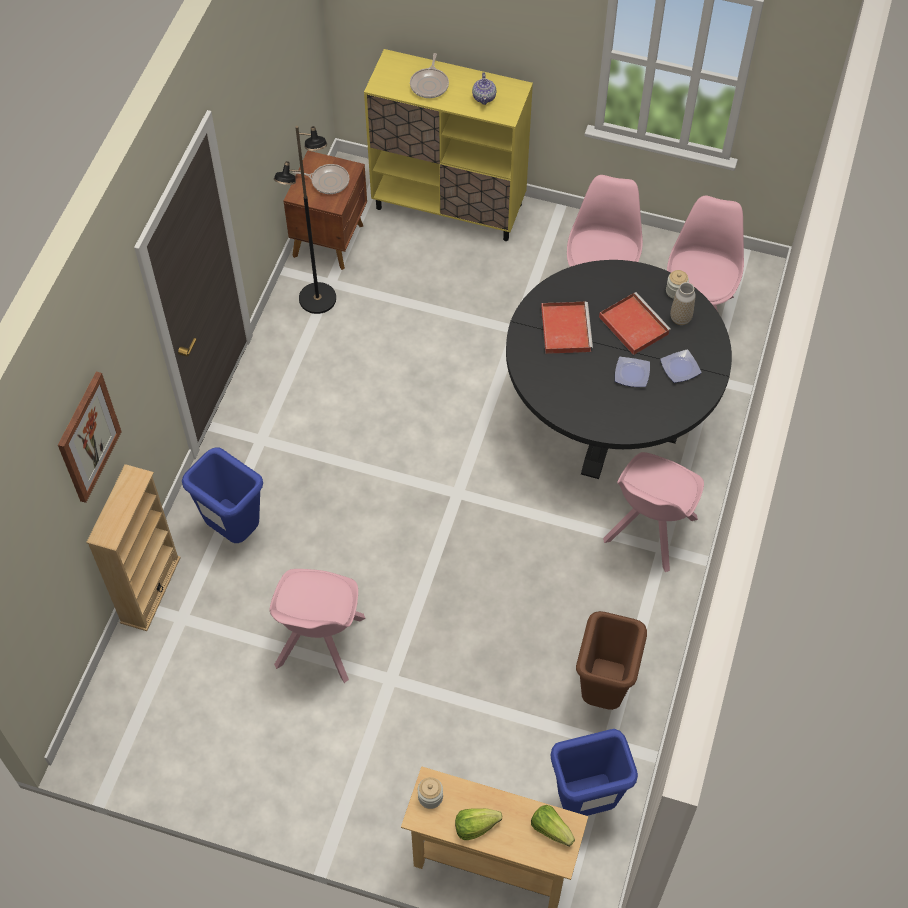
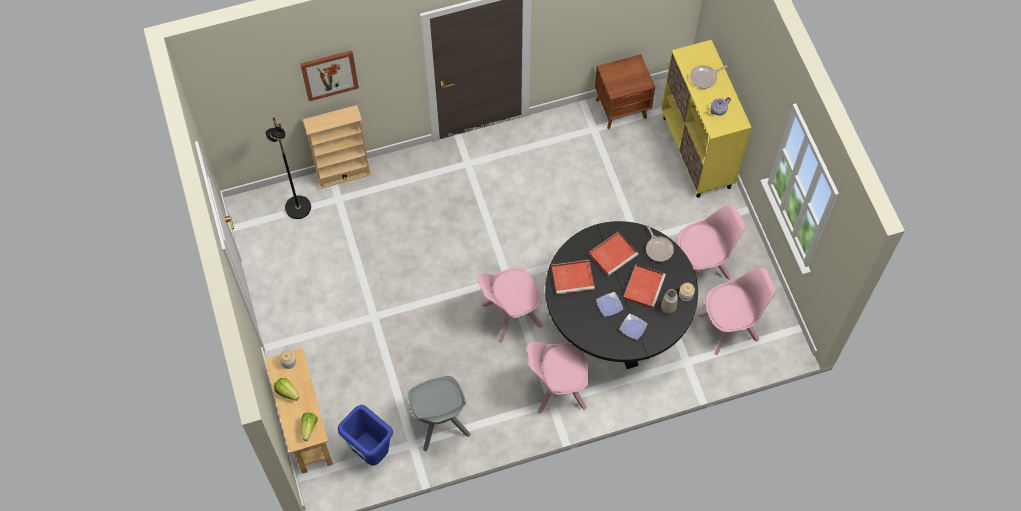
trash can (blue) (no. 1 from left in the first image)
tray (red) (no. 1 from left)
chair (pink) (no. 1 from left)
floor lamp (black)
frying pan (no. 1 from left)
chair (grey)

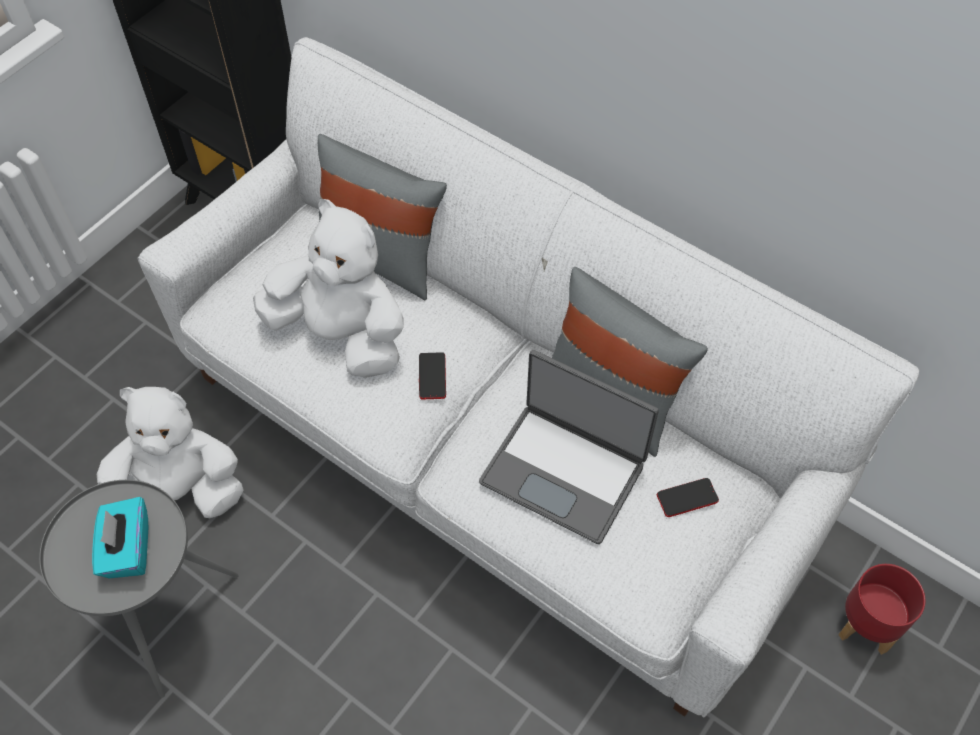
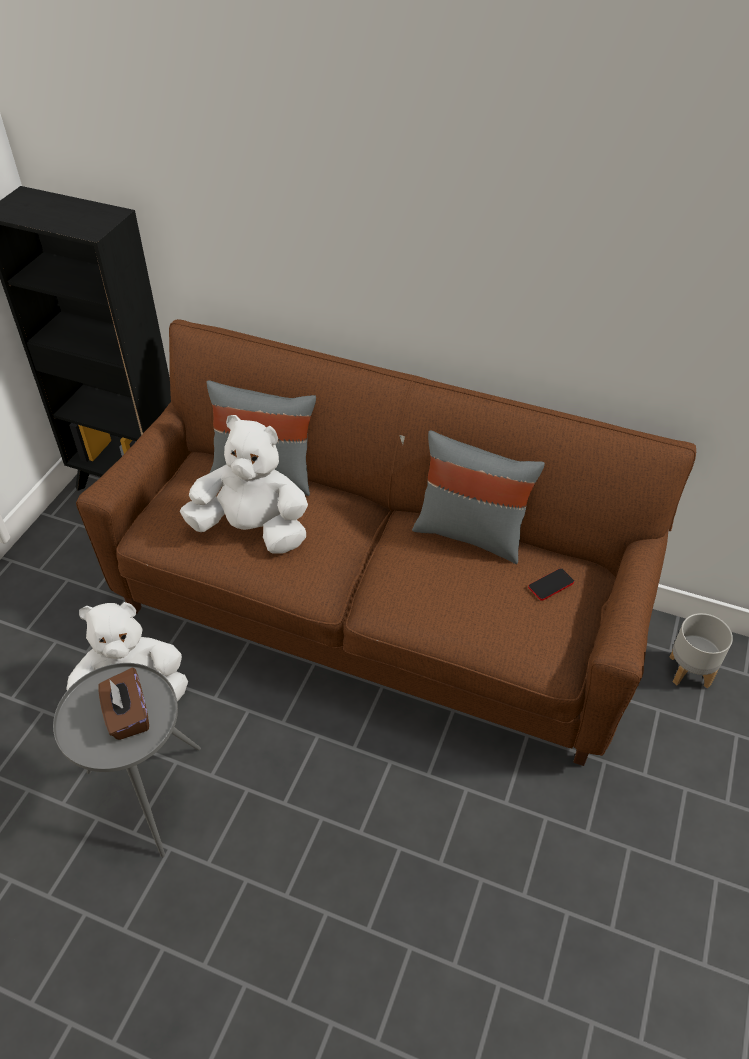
phone (no. 1 from left in the first image)
laptop
tissue box (brown)
sofa (brown)
planter (grey)

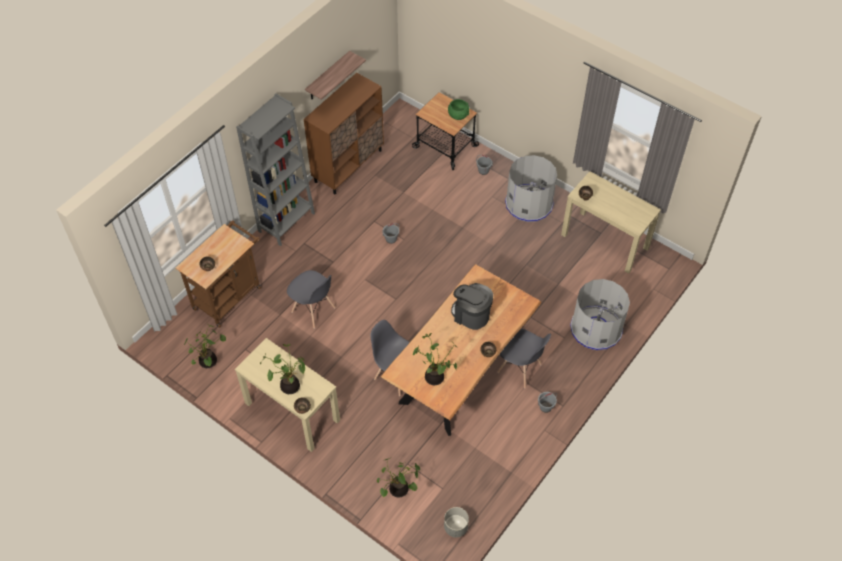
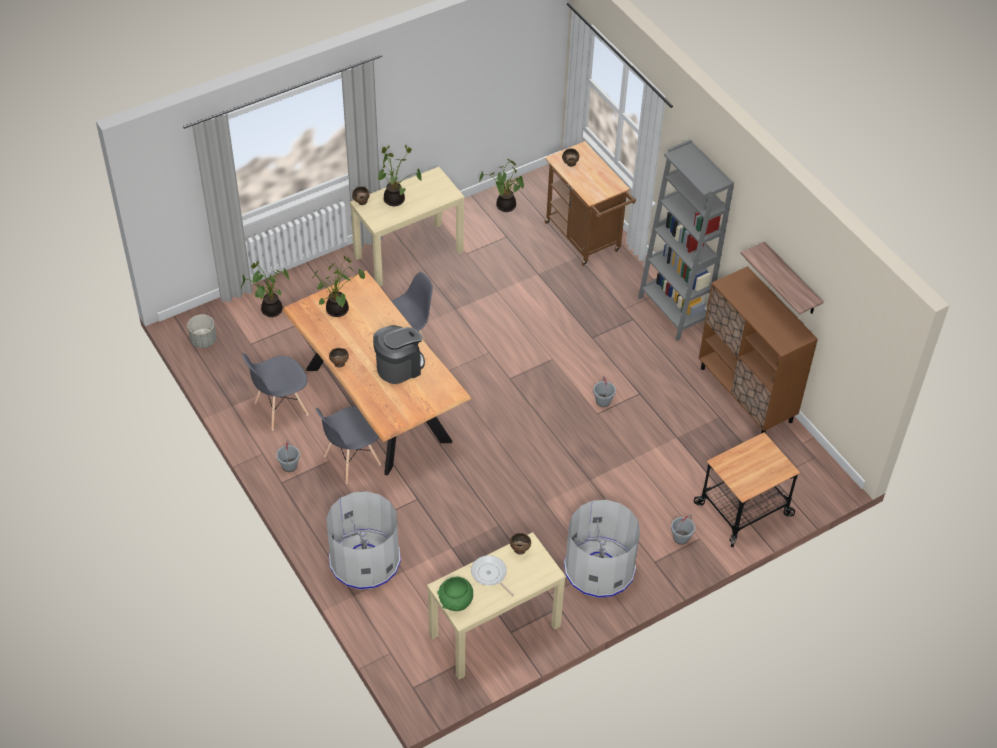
frying pan
chair (grey) (no. 1 from left)
bowl (green)

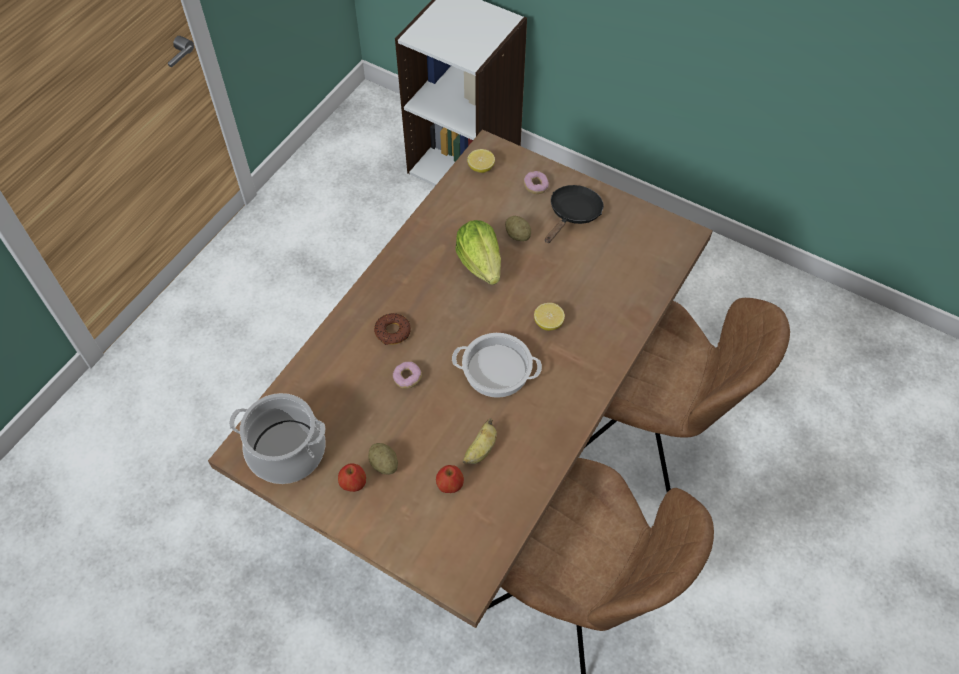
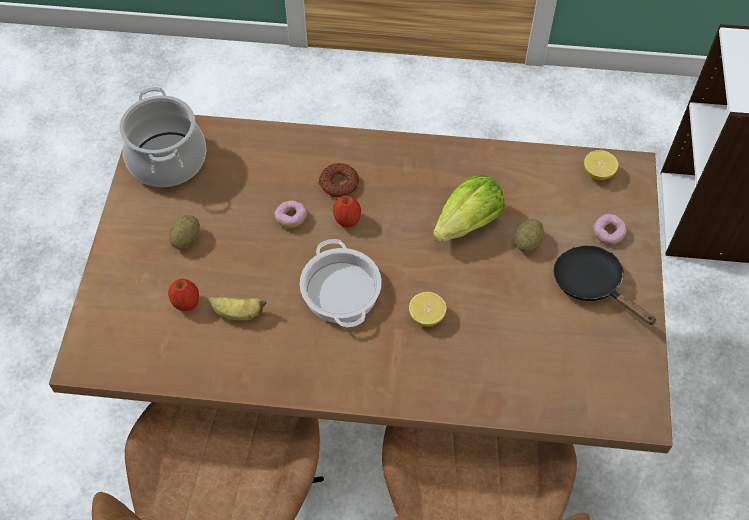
apple (no. 2 from left)
frying pan (black)

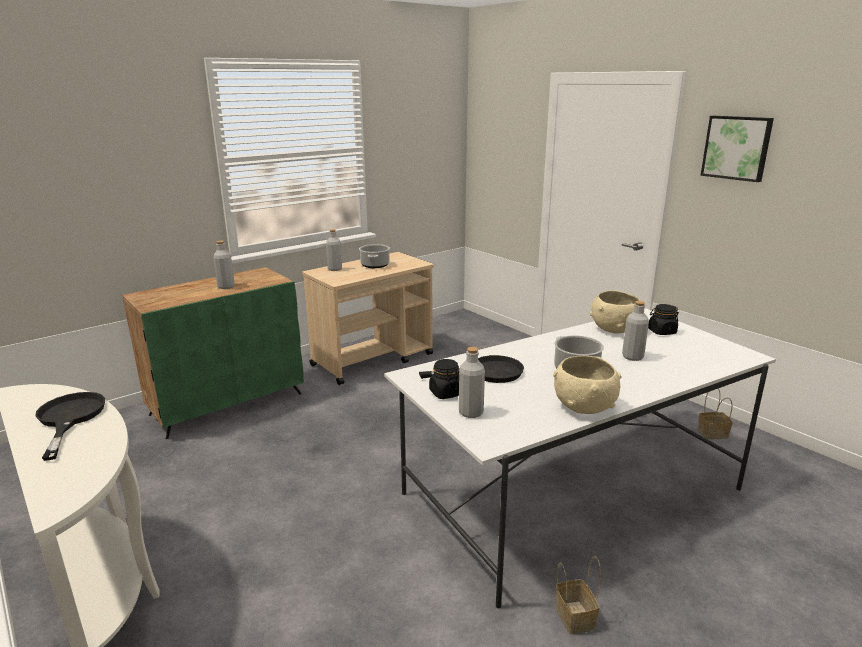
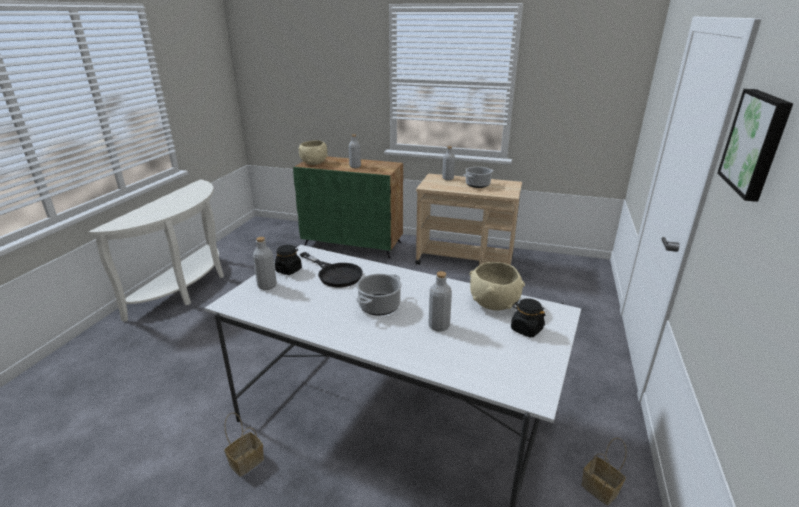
frying pan (black) (no. 1 from left in the first image)
bowl (beige) (no. 1 from left)

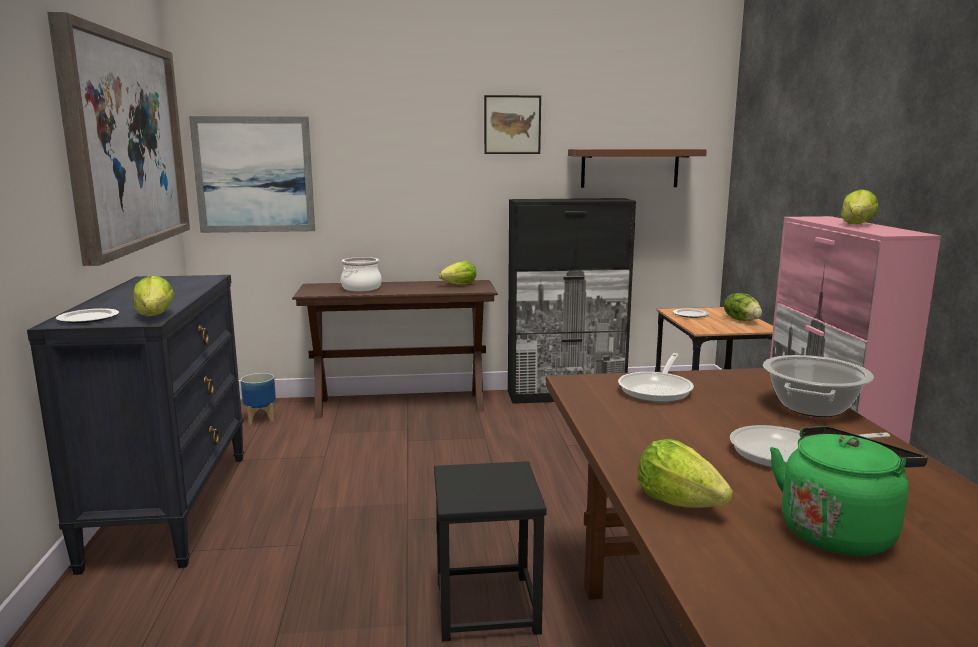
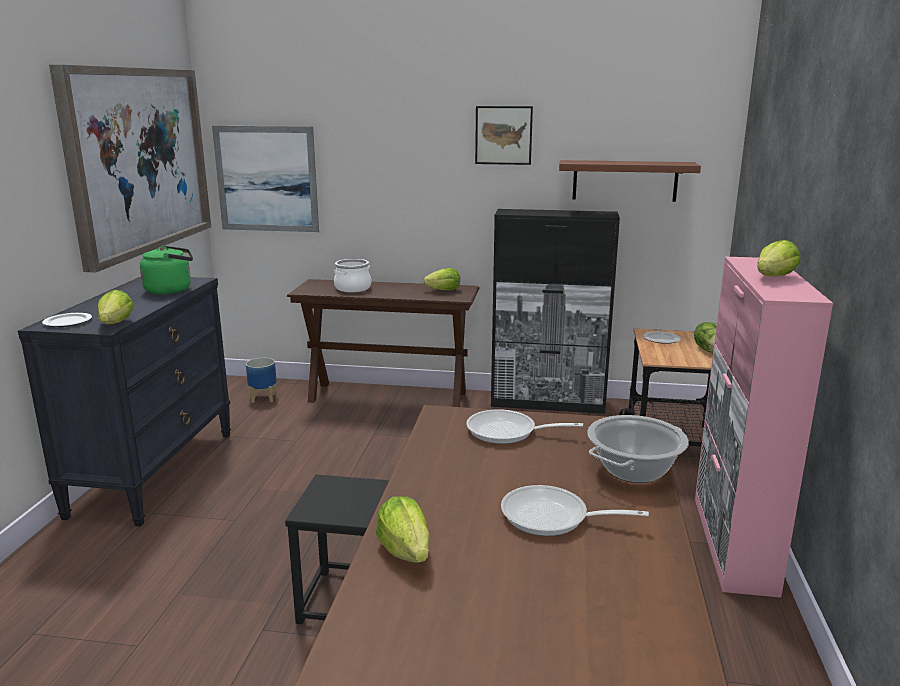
kettle (green)
frying pan (no. 1 from left)

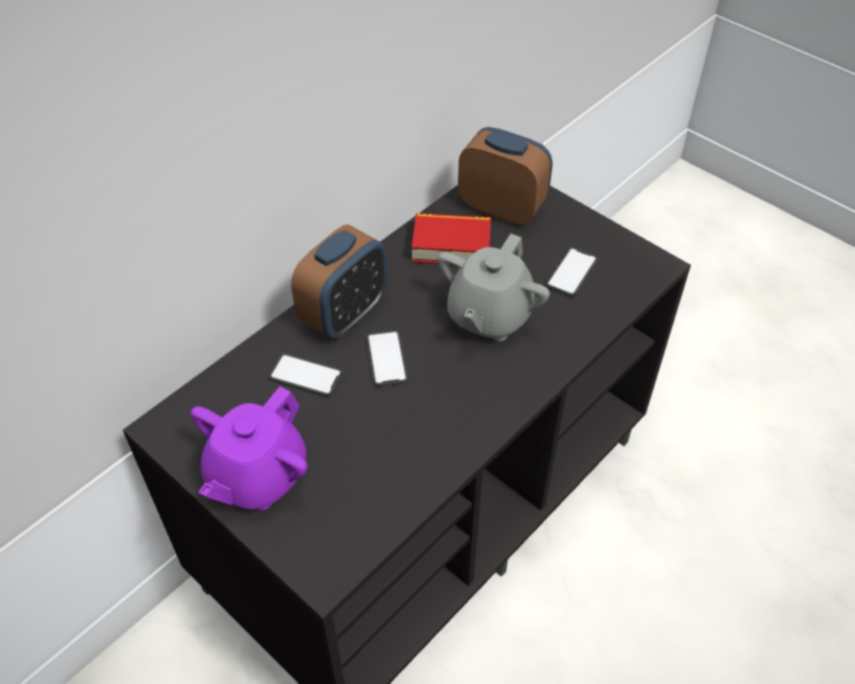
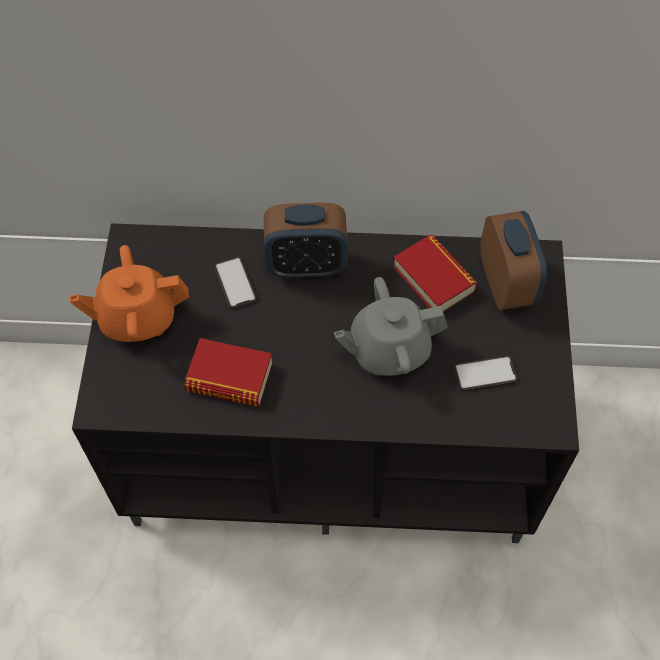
phone (no. 2 from left in the first image)
book (no. 1 from left)
teapot (orange)

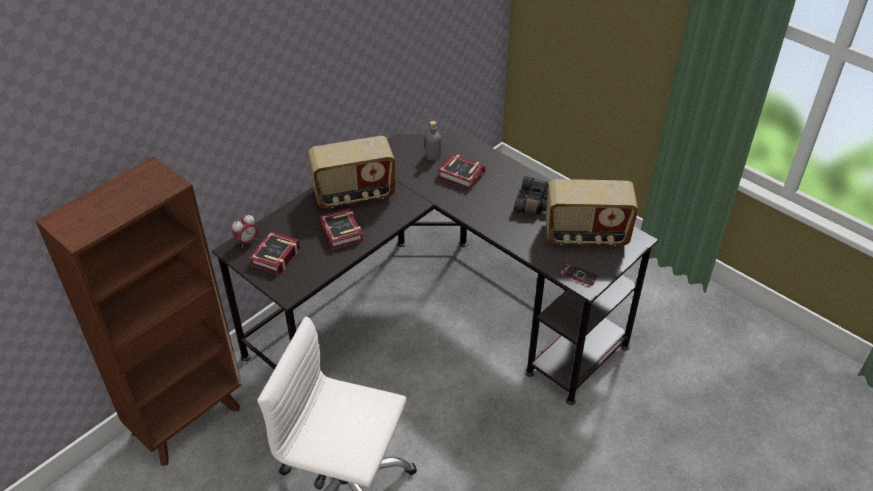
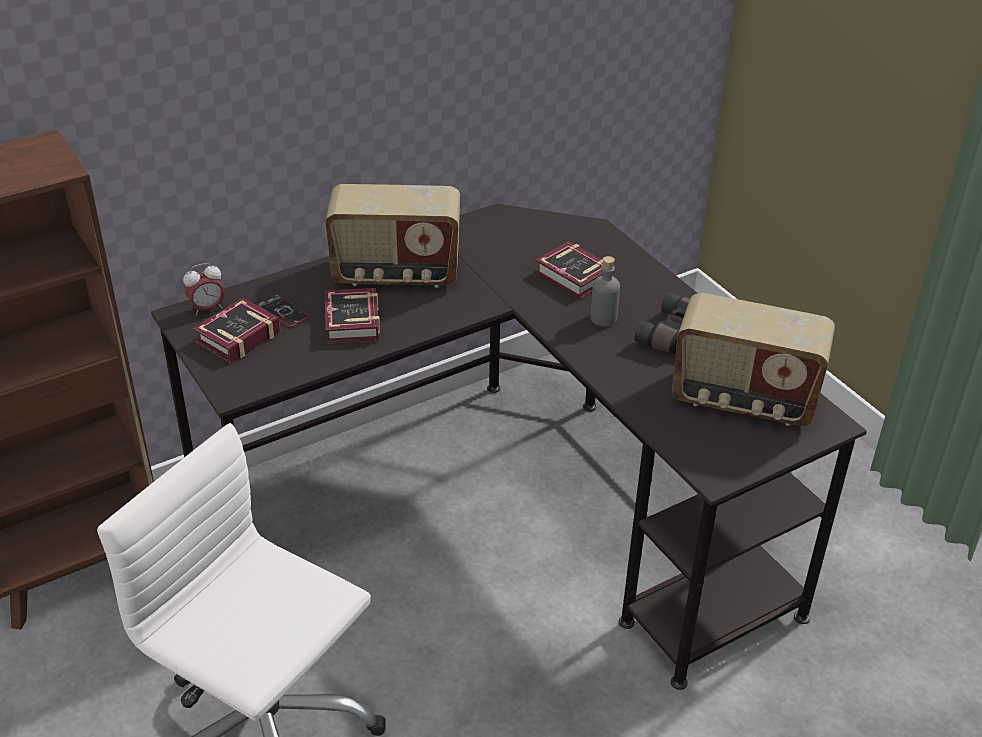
bottle (grey)
phone

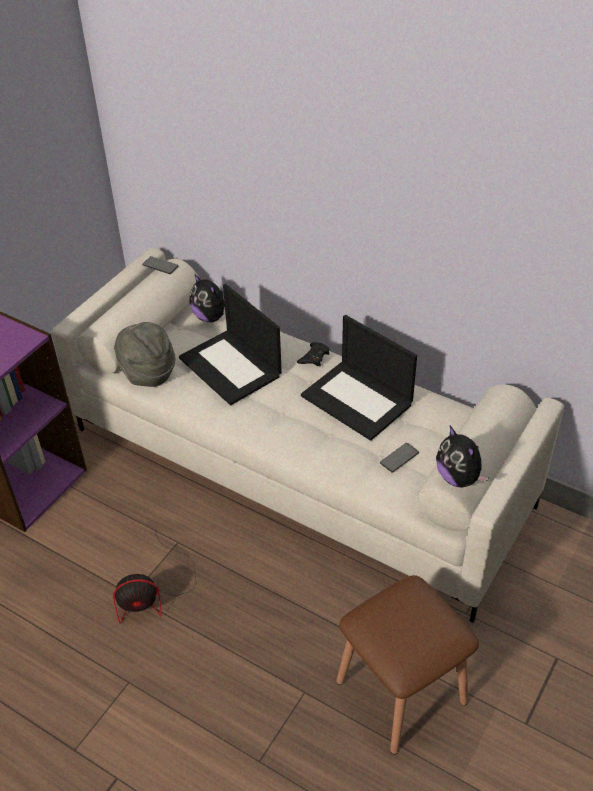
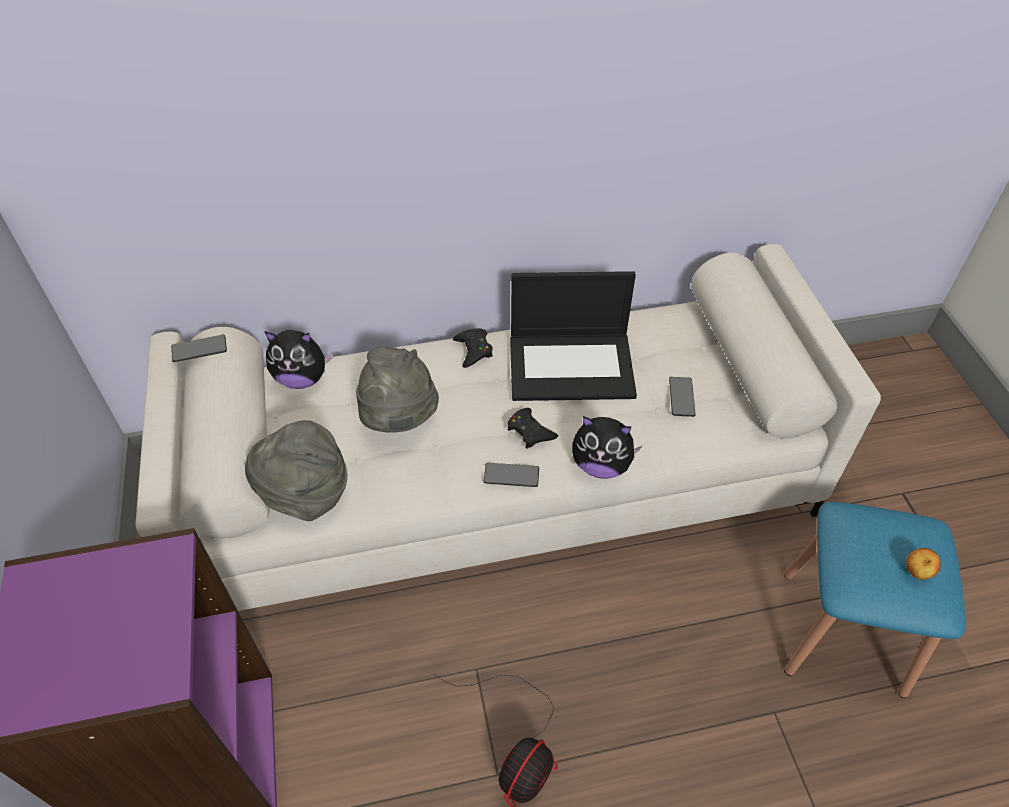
phone (no. 2 from left)
game controller (black) (no. 2 from left)
apple
plush toy (no. 2 from left)
hat (grey) (no. 2 from left)
stool (blue)

